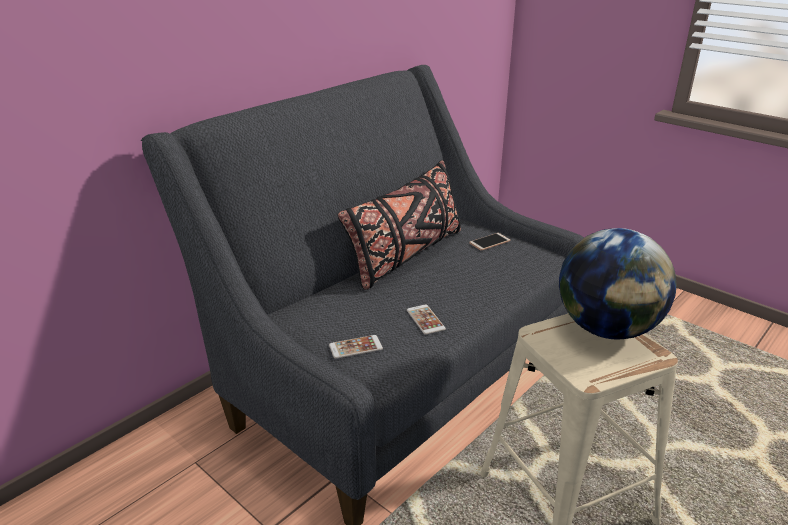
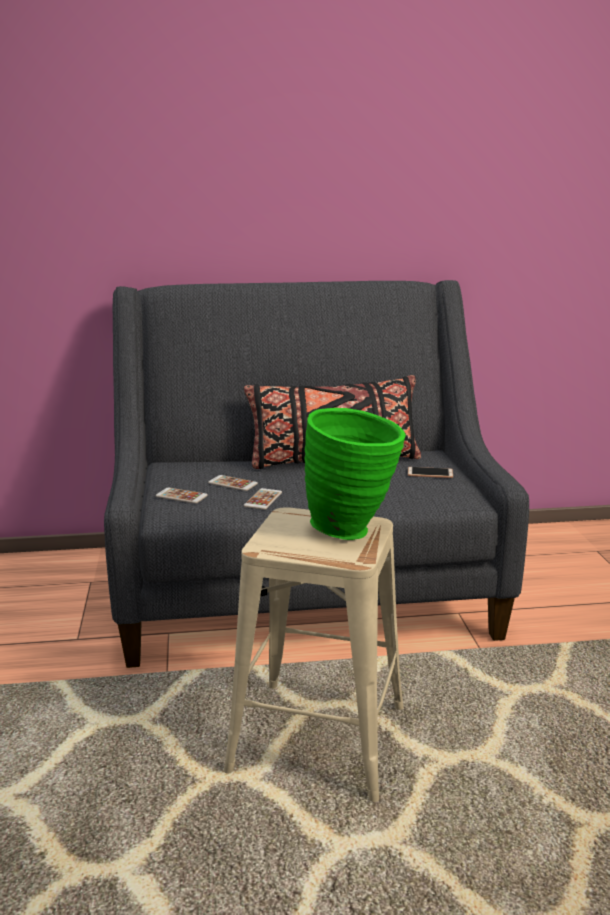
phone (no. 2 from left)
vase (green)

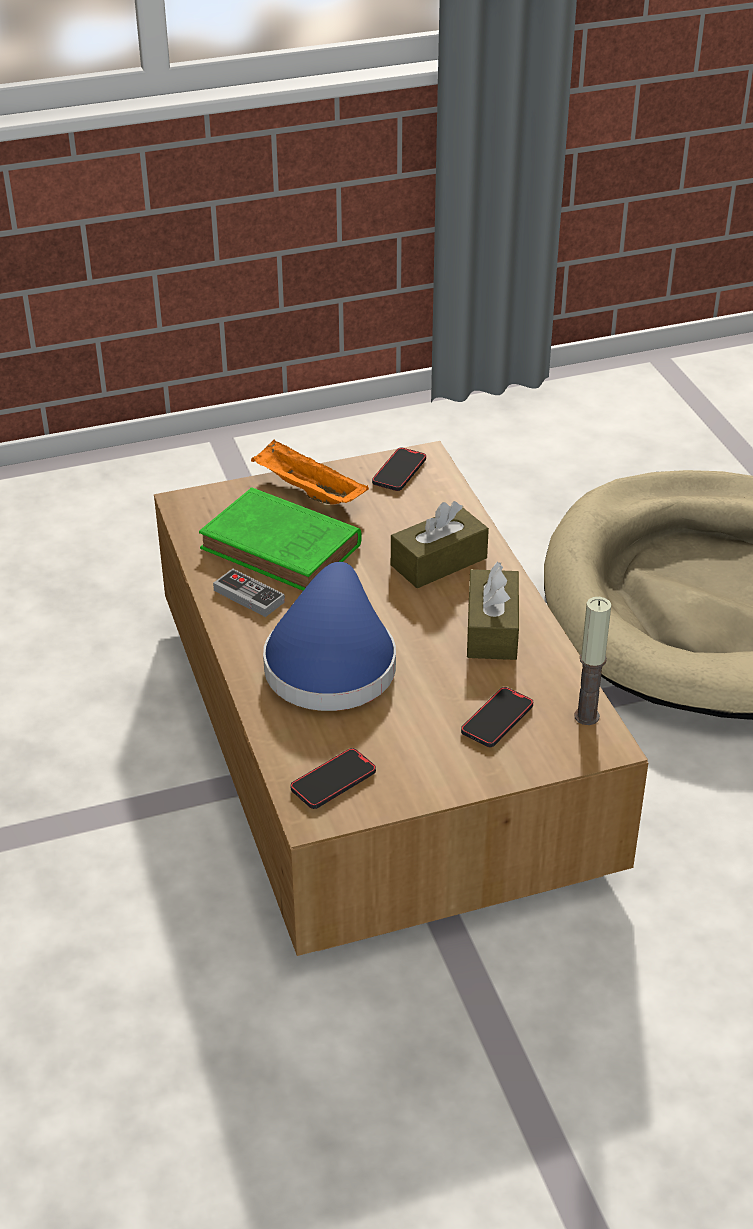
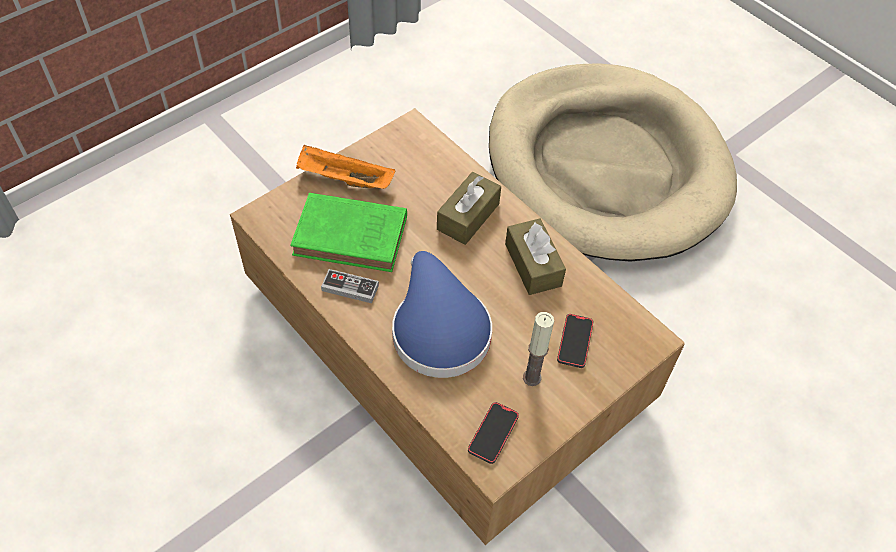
phone (no. 2 from left in the first image)
candle

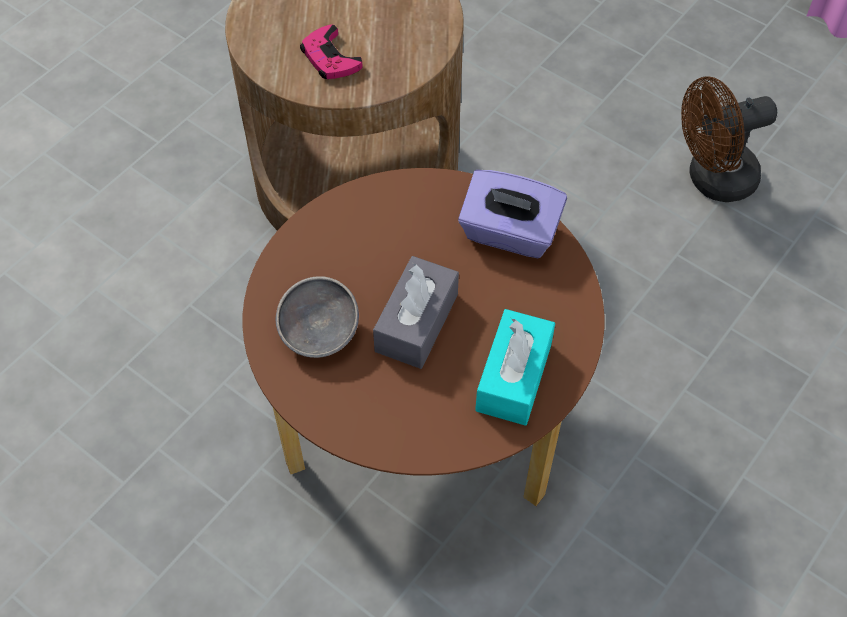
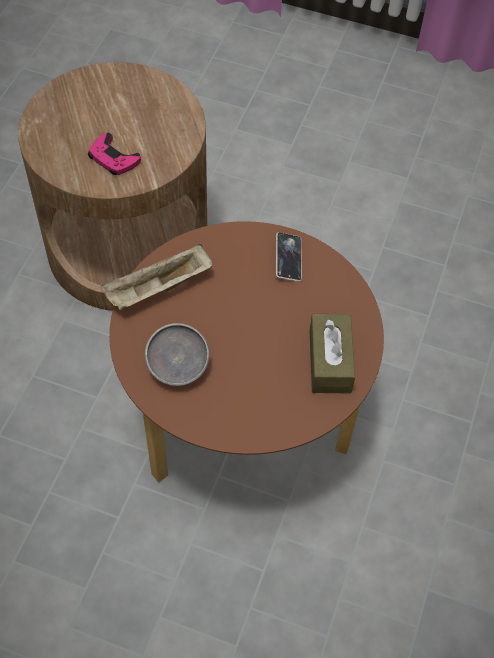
tissue box (grey)
fan (brown)
tray (beige)
phone
tissue box (brown)

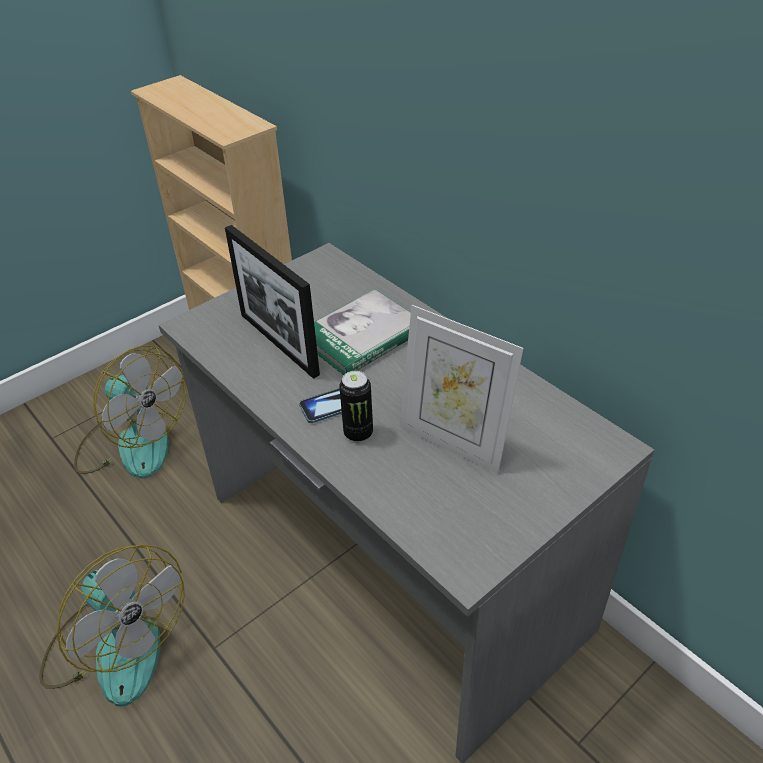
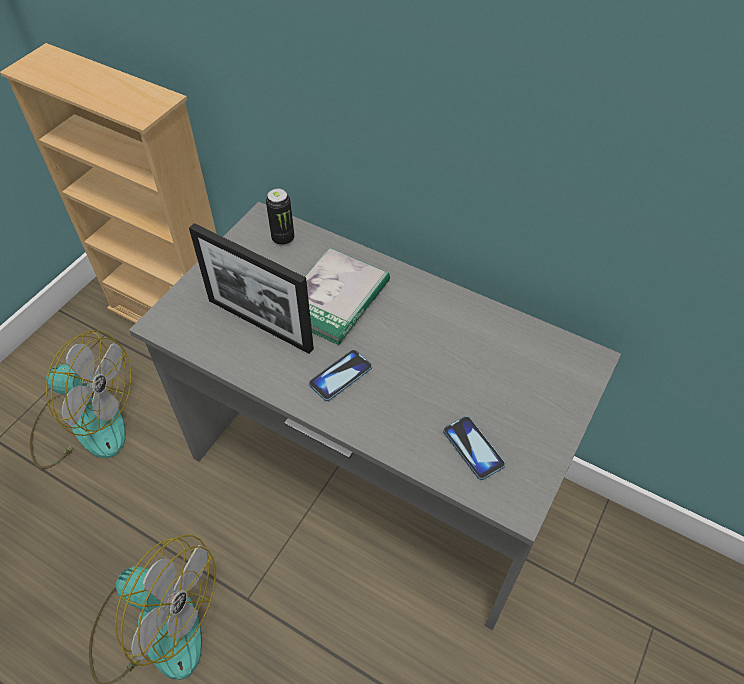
picture frame (no. 2 from left in the first image)
phone (no. 2 from left)
can

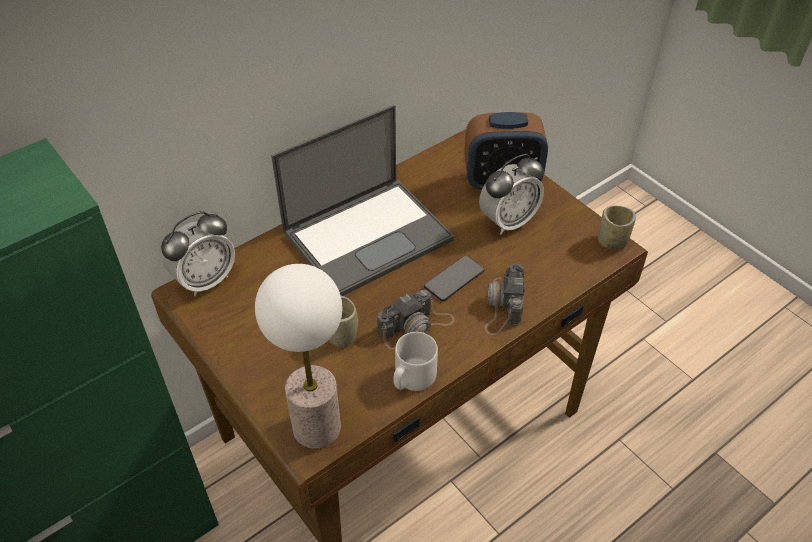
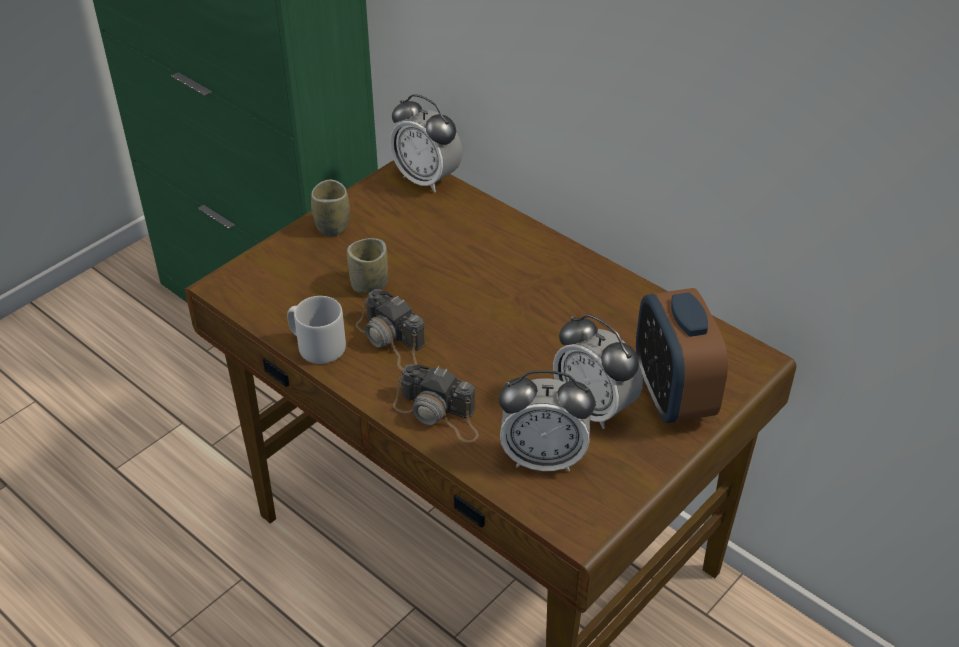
table lamp
laptop
phone
alarm clock (no. 2 from left)
cup (no. 1 from left)
photo camera (no. 2 from left)

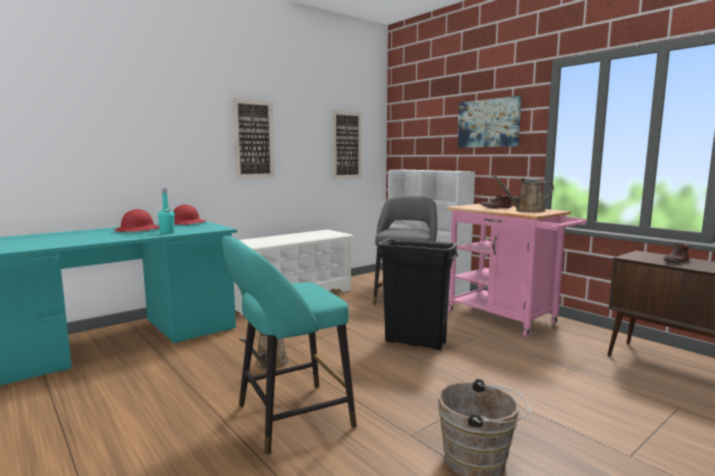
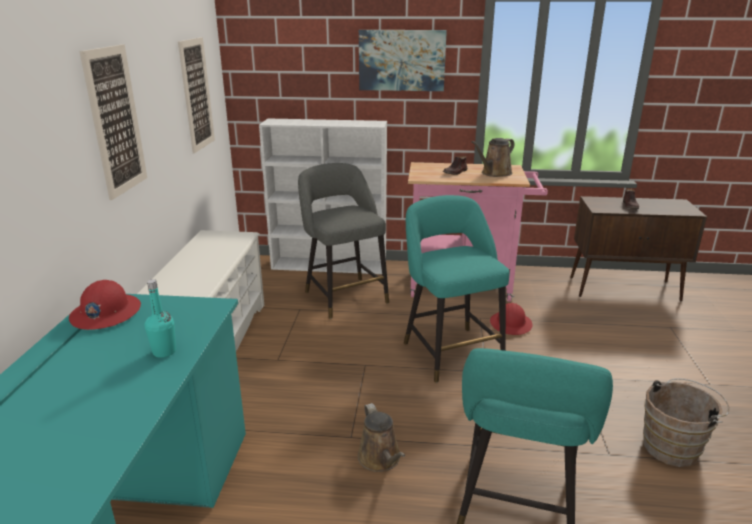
hard hat (red) (no. 2 from left)
stool (turquoise) (no. 1 from left)

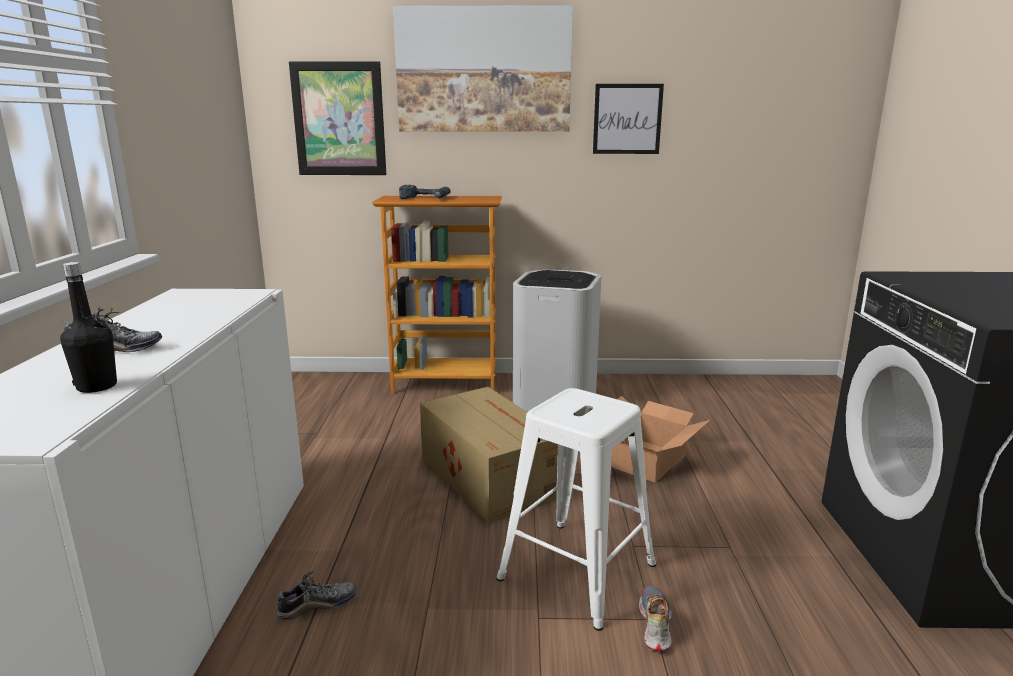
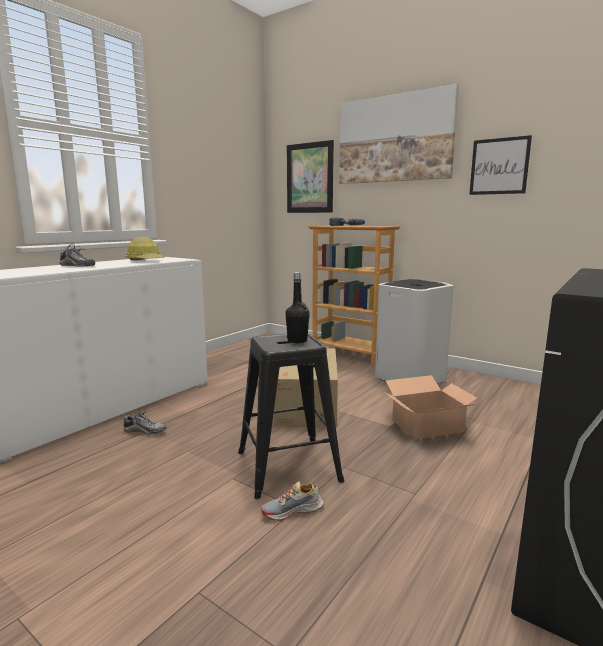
hard hat
bottle (black)
stool (black)
shoe (no. 3 from left)

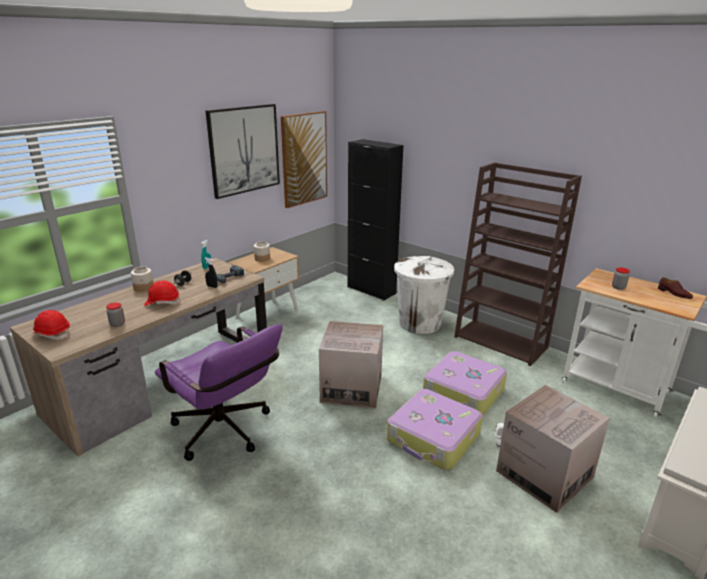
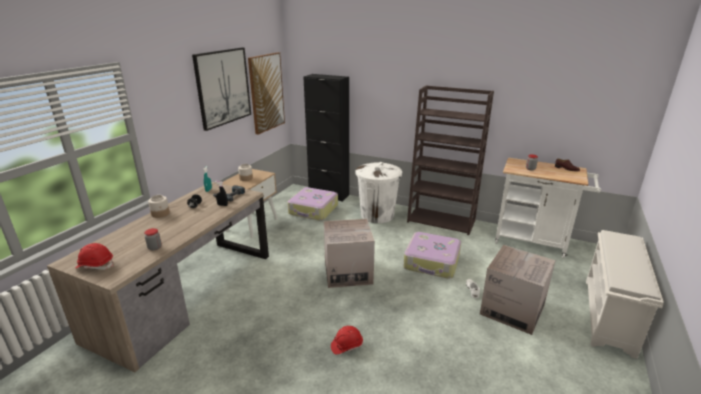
office chair (purple)
hard hat (red) (no. 2 from left)
suitcase (no. 1 from left)

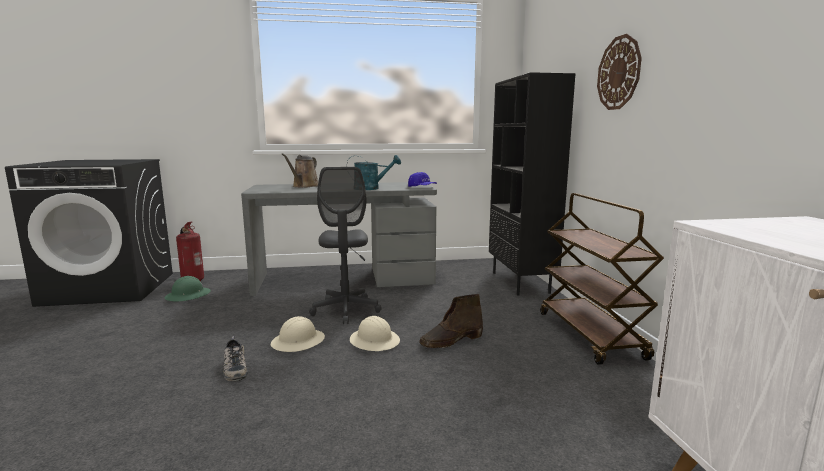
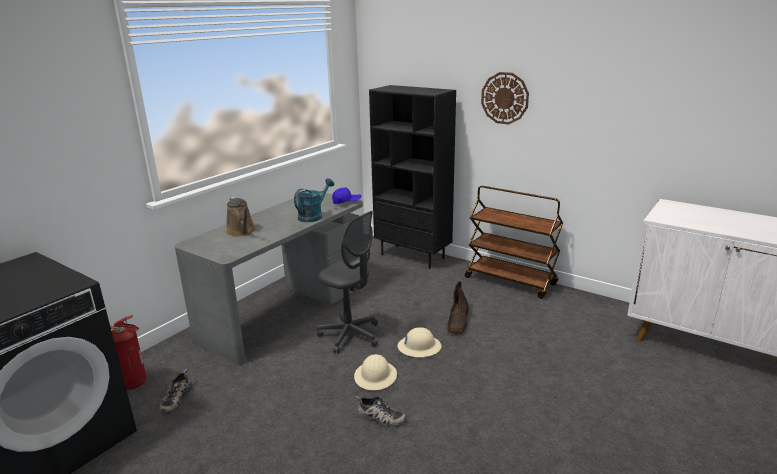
shoe (no. 1 from left)

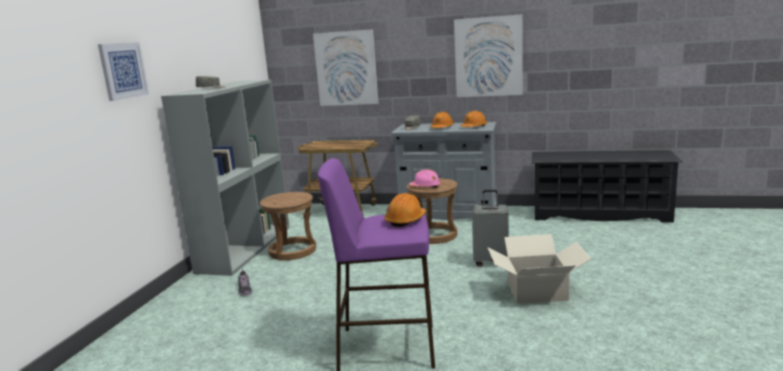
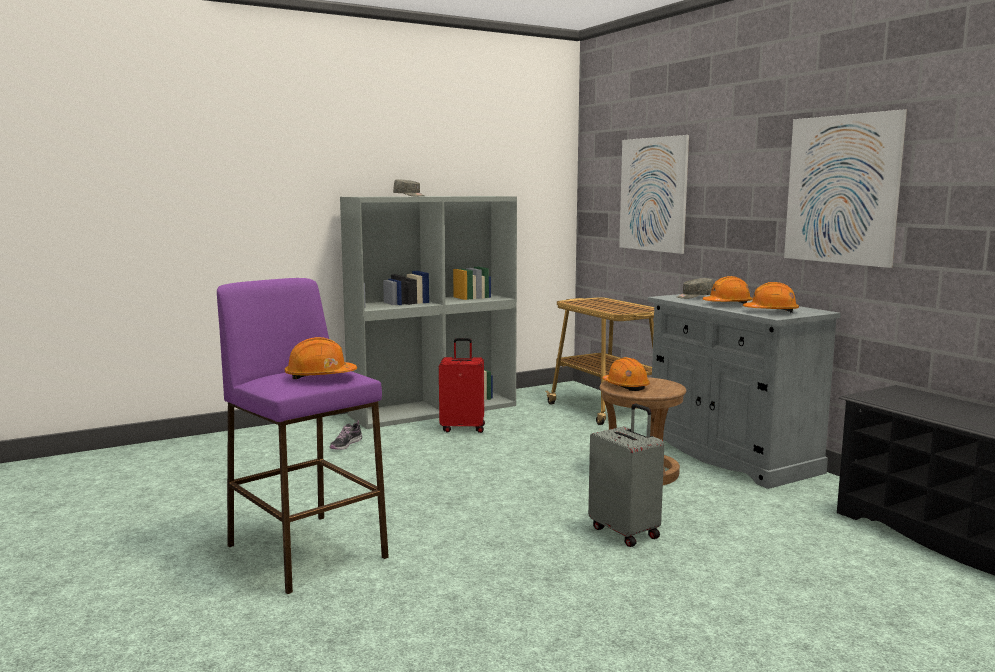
picture (no. 1 from left in the first image)
cardboard box
suitcase (red)
hard hat (orange) (no. 2 from left)

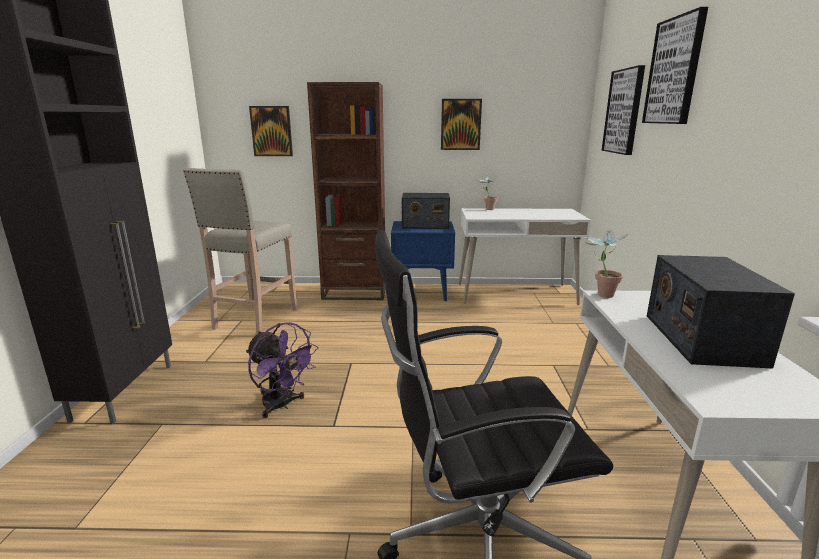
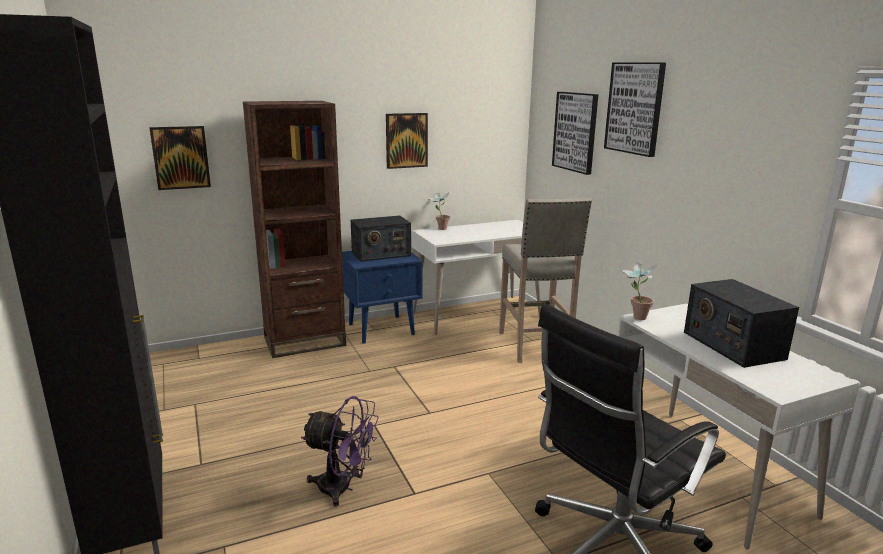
stool (beige)

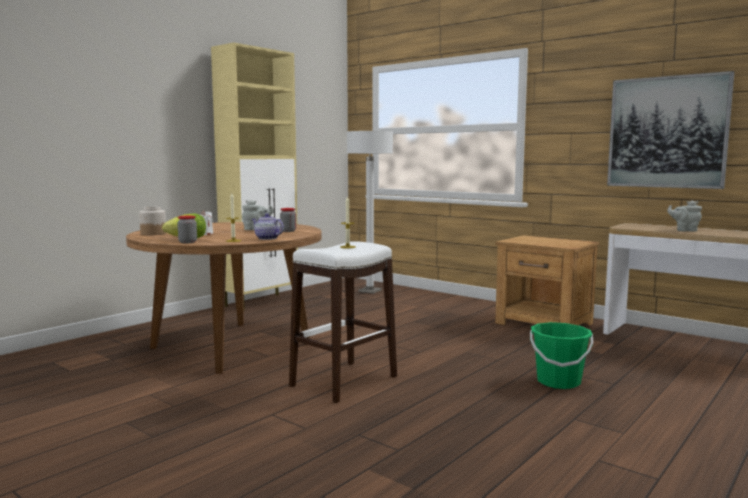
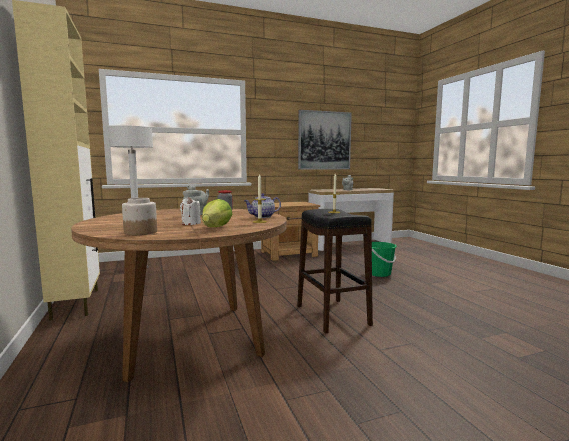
jar (no. 2 from left in the first image)
stool (black)

